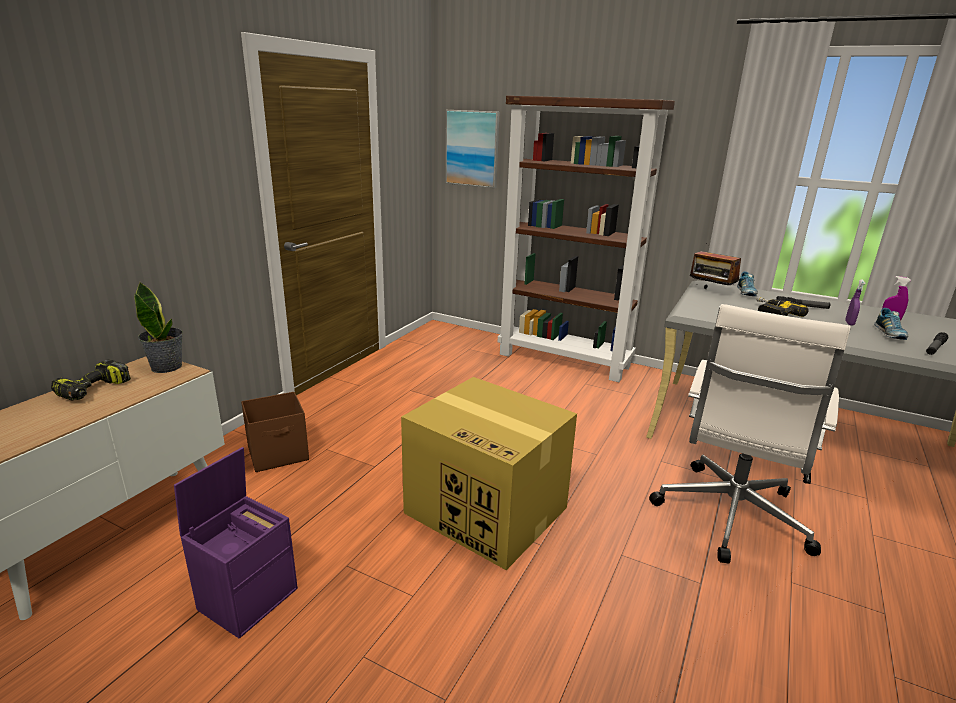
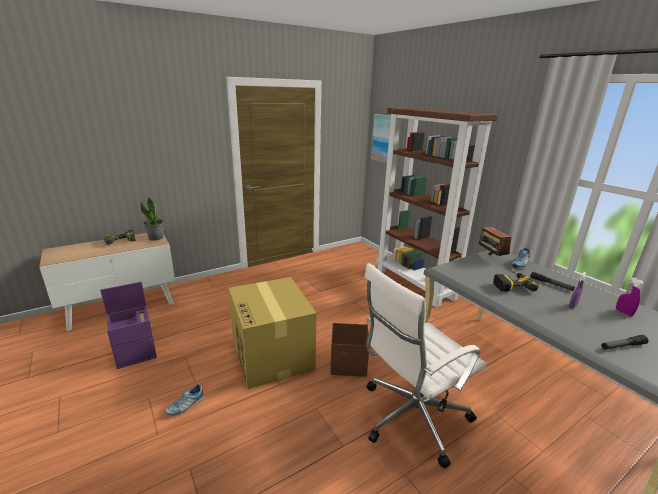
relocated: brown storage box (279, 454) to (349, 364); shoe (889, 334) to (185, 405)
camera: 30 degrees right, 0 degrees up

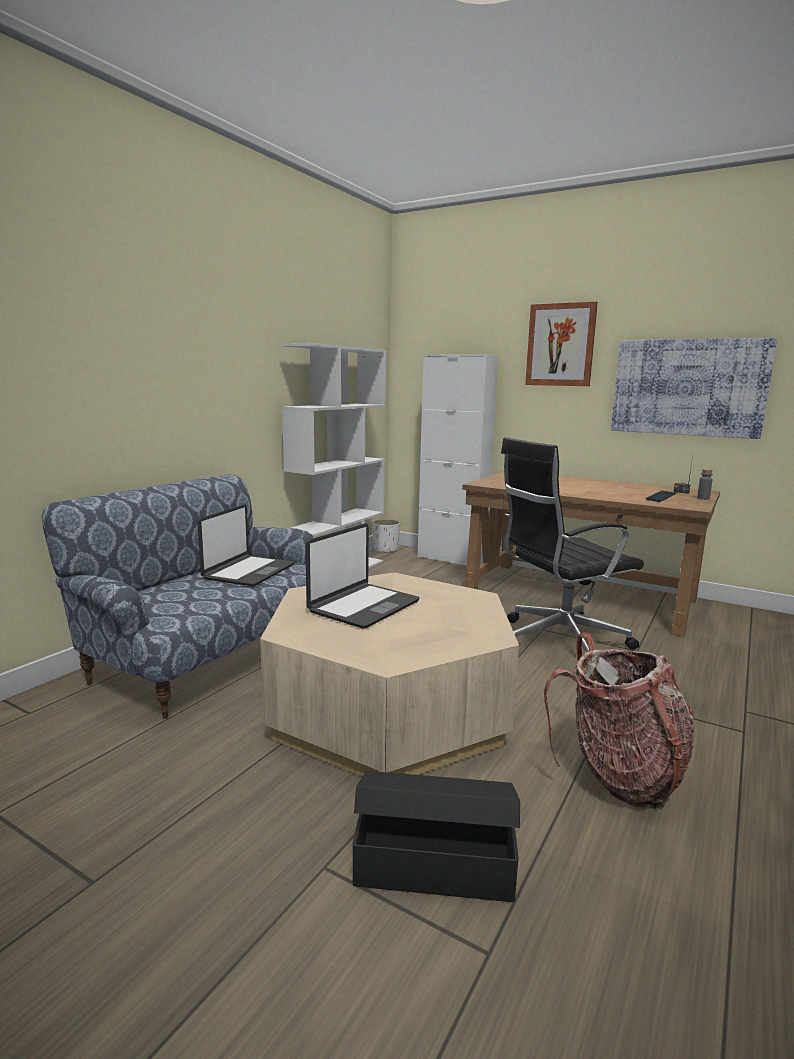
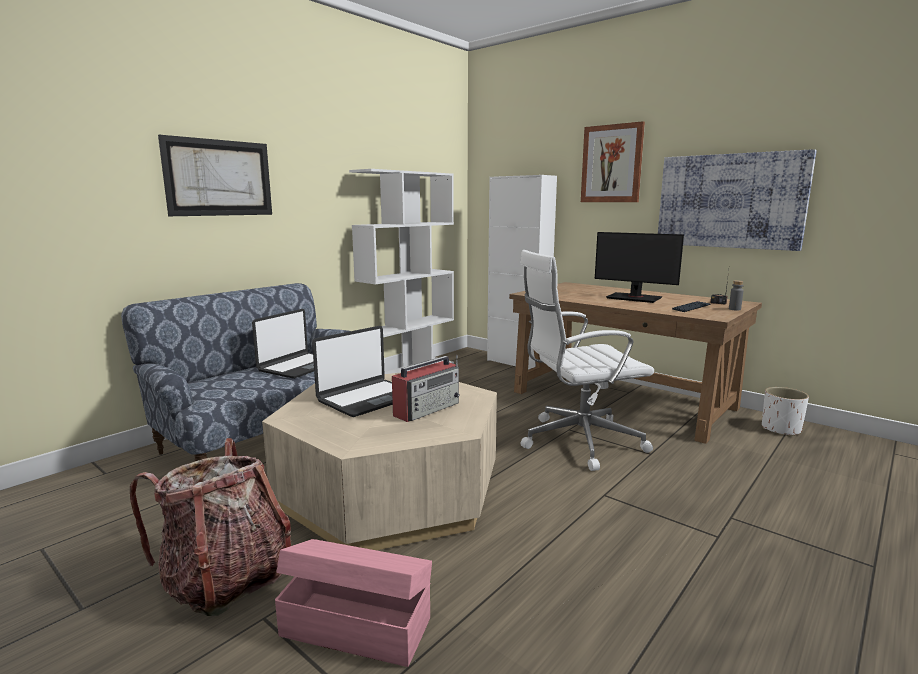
appeared: picture (219, 178); radio (427, 409); monitor (634, 298)
relocated: white planter (386, 549) to (781, 429); backpack (620, 774) to (226, 579)
colour: black storage box (432, 863) to pink storage box (355, 625); black office chair (558, 642) to white office chair (577, 441)
camera: 10 degrees right, 0 degrees up

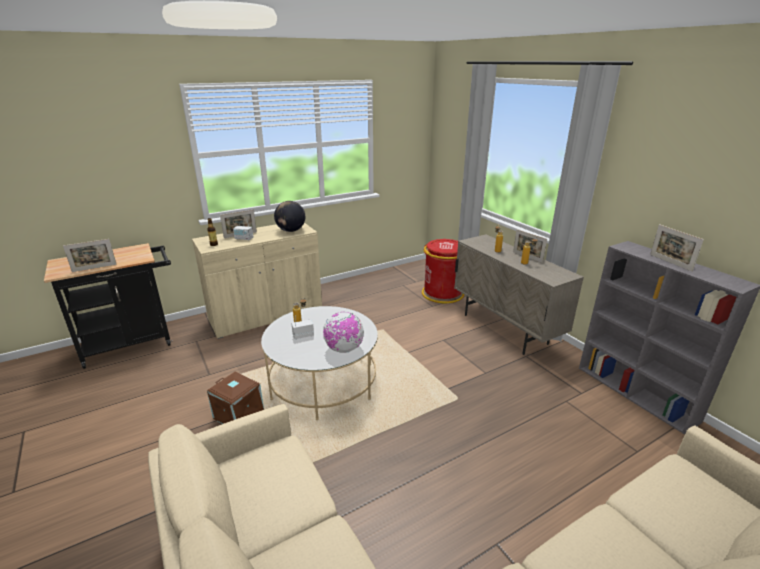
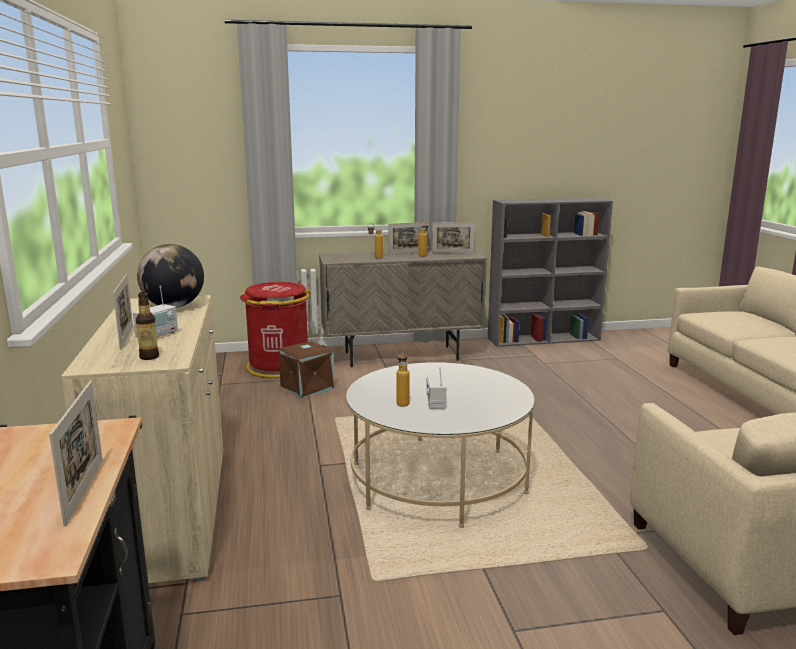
missing: globe (344, 349)
relocated: brown storage box (239, 414) to (307, 387); picture frame (670, 262) to (453, 253)
camera: 70 degrees left, 10 degrees down

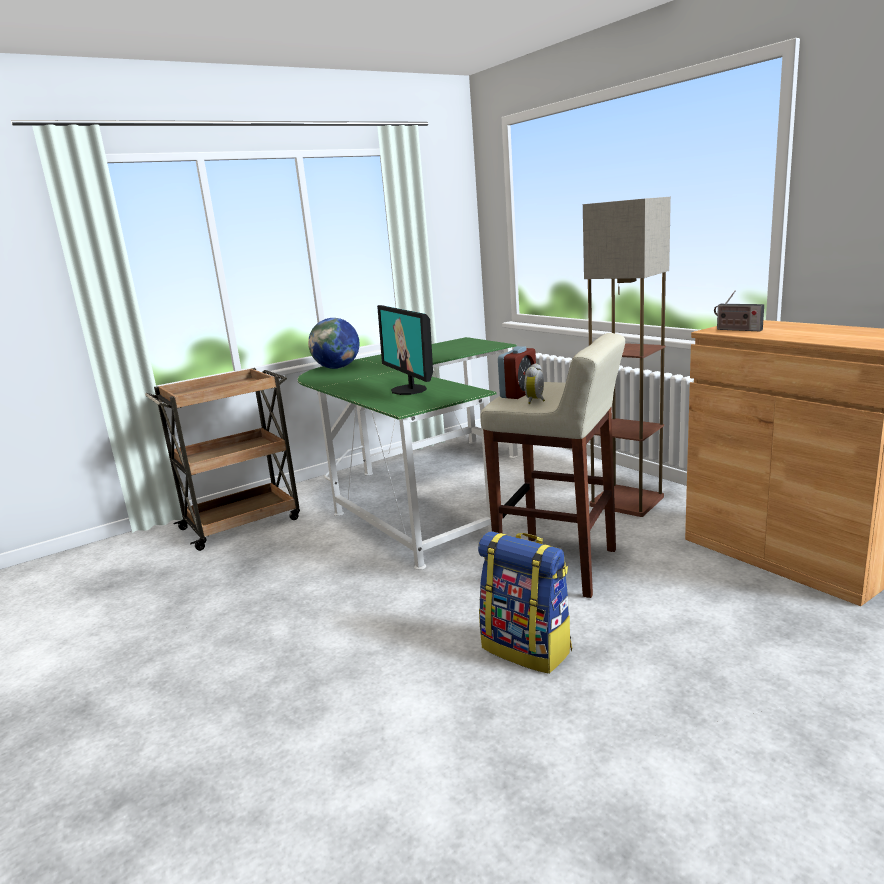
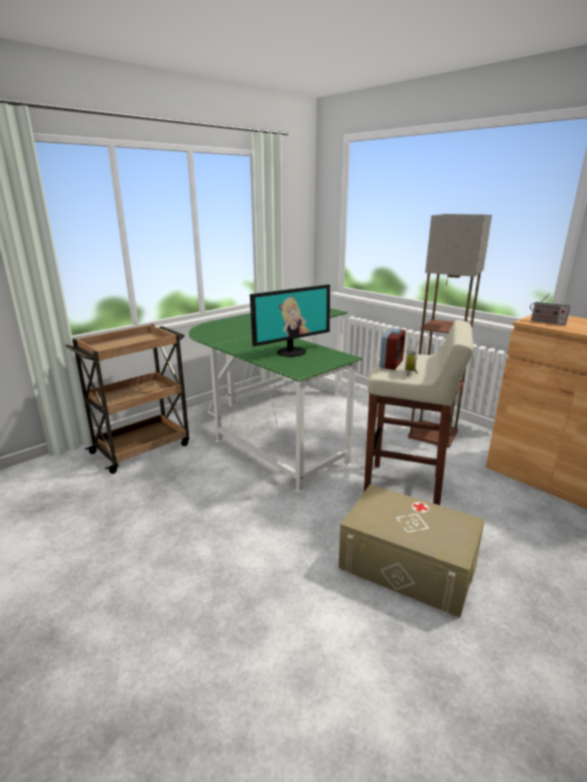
missing: globe (337, 368)
exchanged: backpack (528, 649) to beige storage box (408, 565)
spun: monitor (409, 390) = (291, 352) 90 degrees counterclockwise
camera: 10 degrees left, 5 degrees up

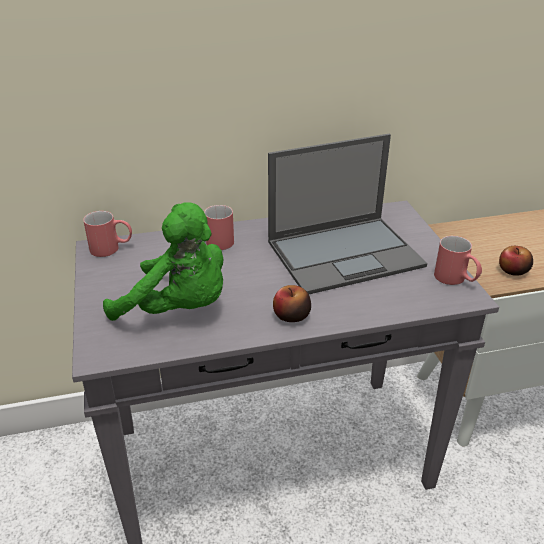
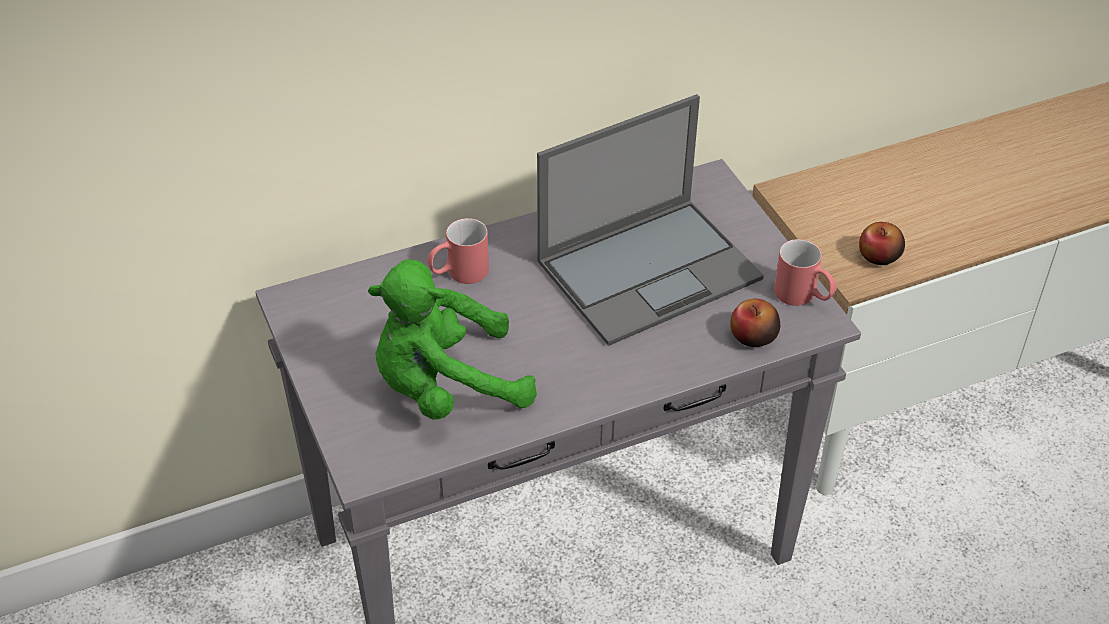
missing: red mug (112, 249)
relocated: apple (291, 316) to (753, 337)
spun: green plush toy (179, 308) = (445, 387) 150 degrees clockwise
camera: 10 degrees left, 10 degrees up

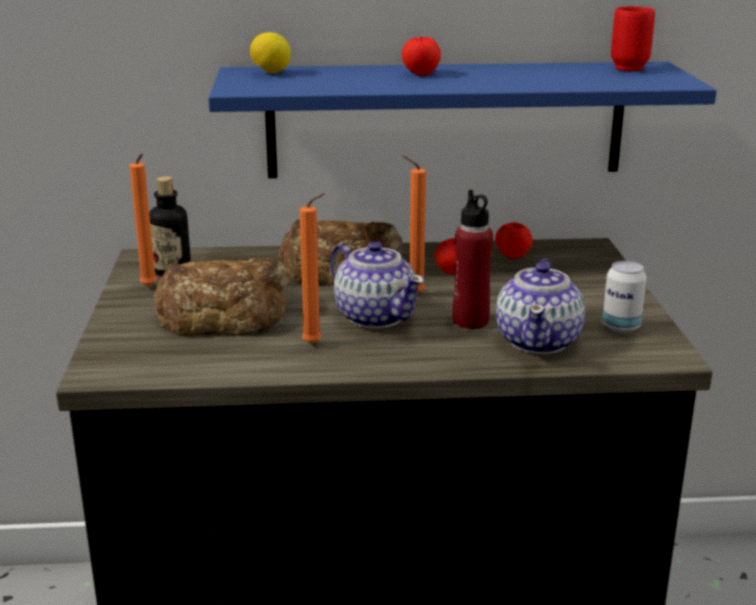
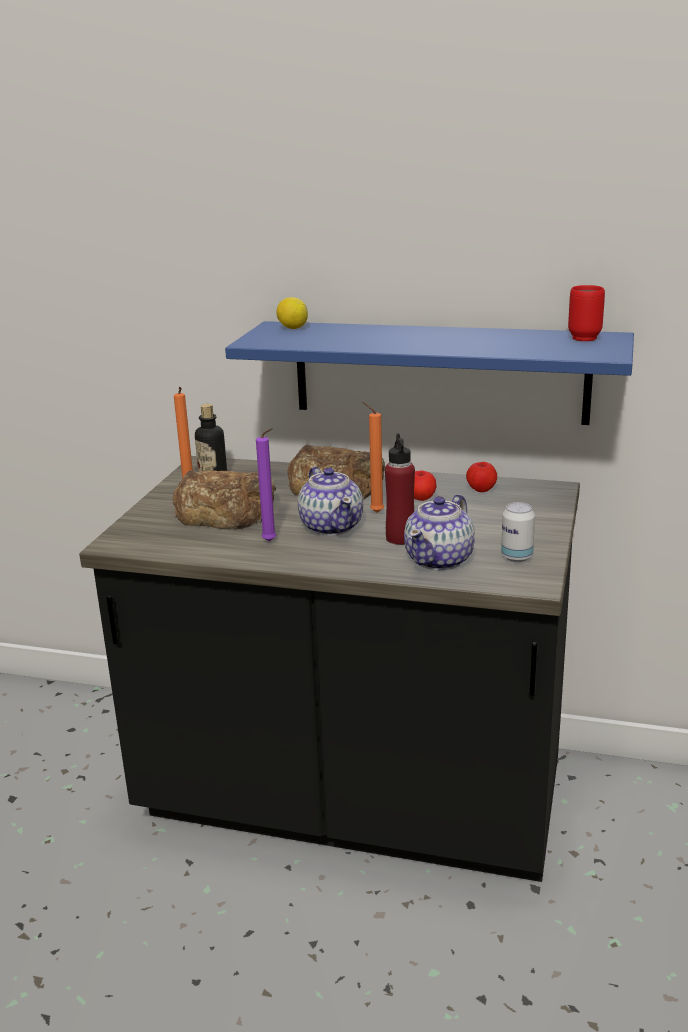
missing: apple (421, 74)
colour: orange candle (315, 344) to purple candle (271, 542)
camera: 20 degrees right, 0 degrees up

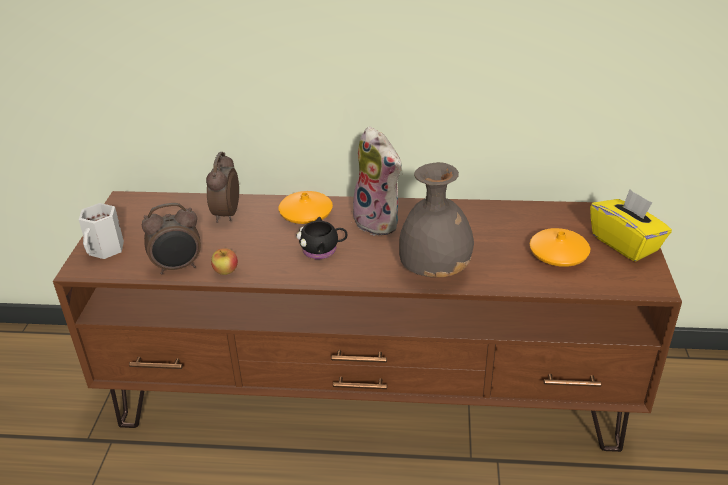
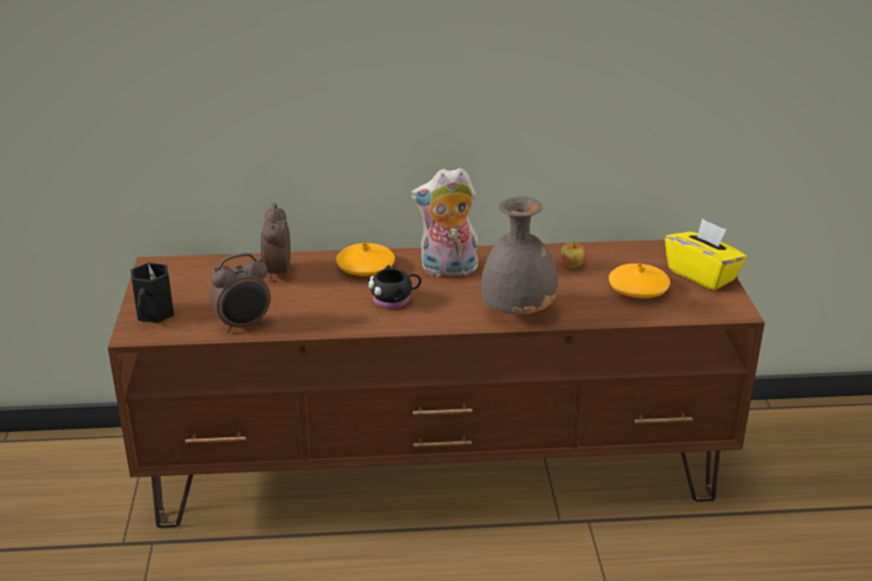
relocated: apple (226, 271) to (572, 265)
colour: white mug (106, 249) to black mug (155, 313)
spun: plush toy (380, 222) = (447, 270) 135 degrees clockwise
camera: 10 degrees left, 5 degrees down

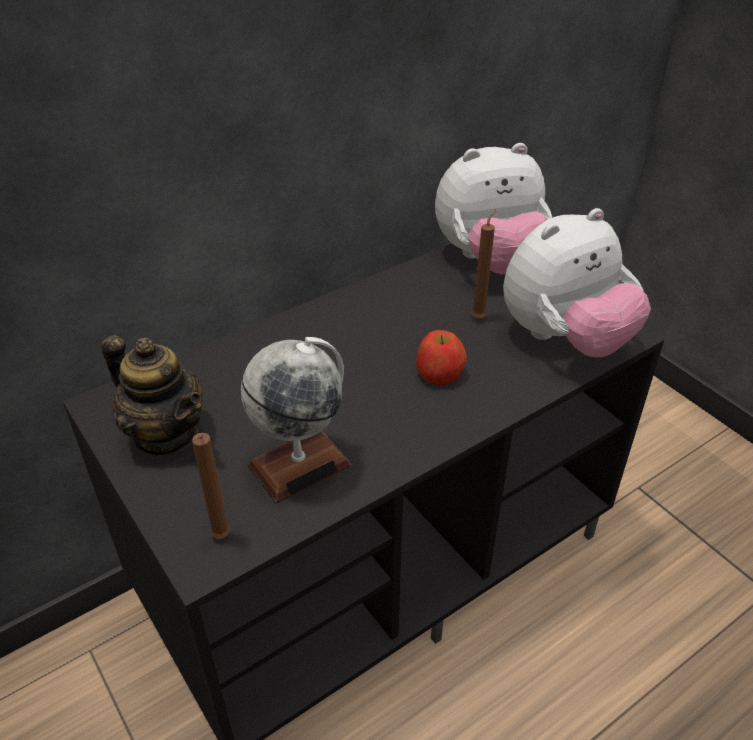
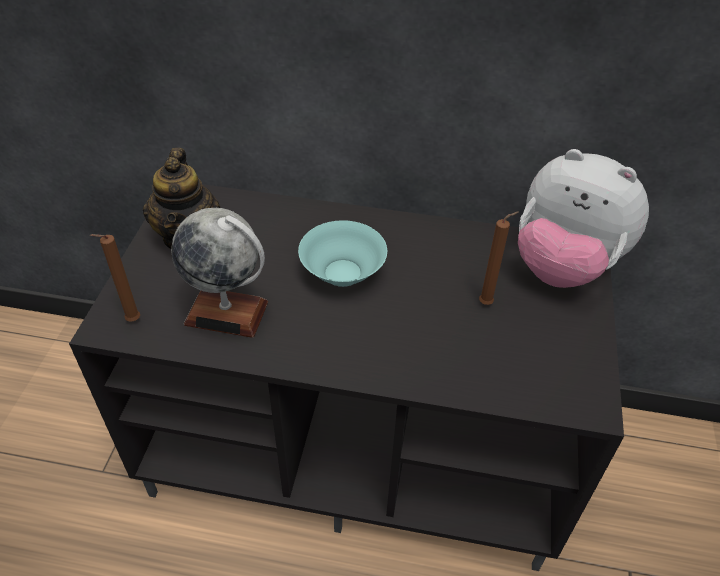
missing: apple (439, 373); plush toy (565, 339)
appeared: turquoise bowl (343, 272)
camera: 45 degrees right, 5 degrees up

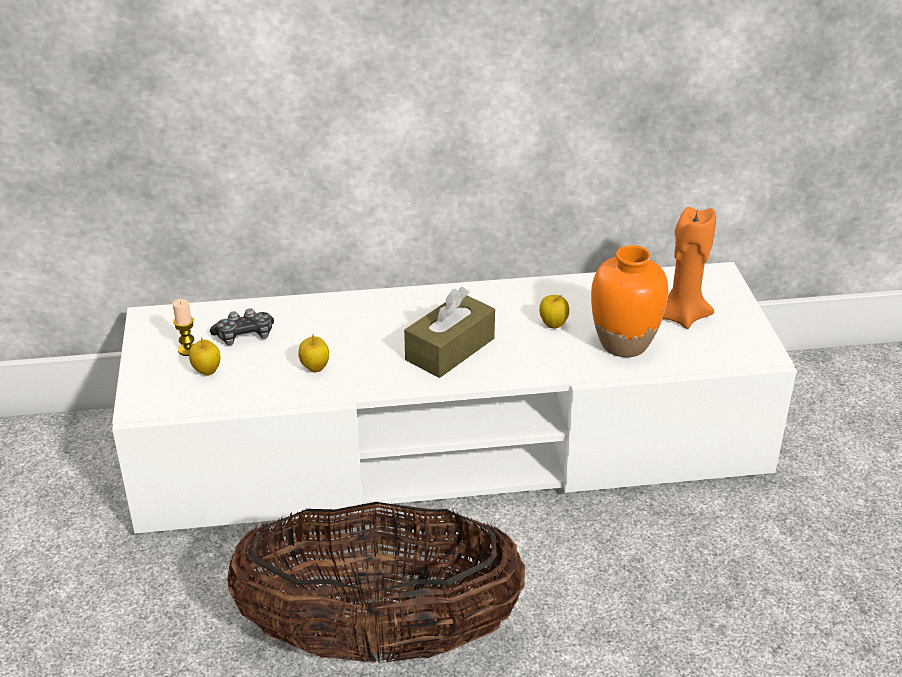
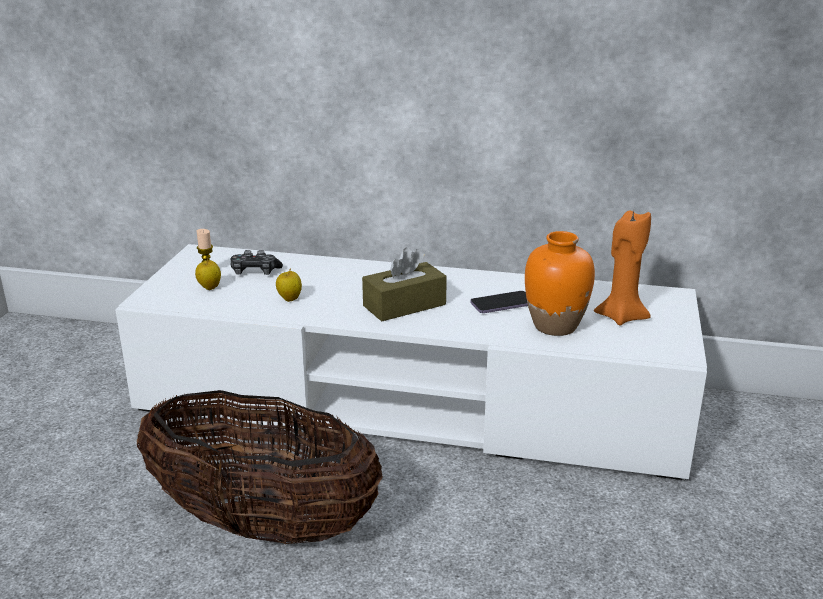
exchanged: apple (553, 325) to phone (502, 304)
camera: 20 degrees right, 10 degrees down

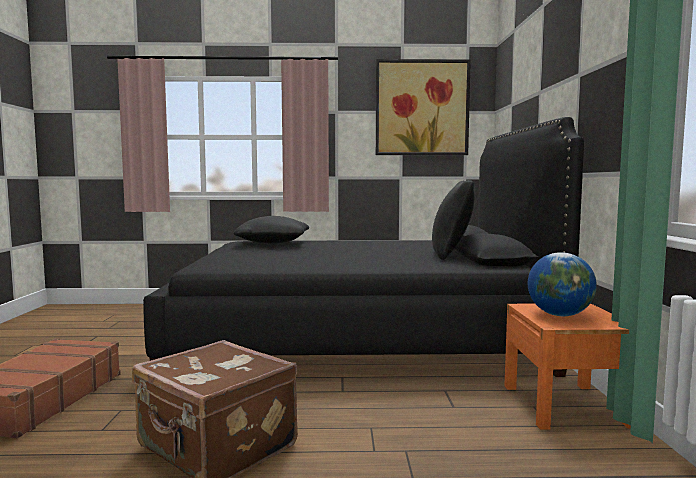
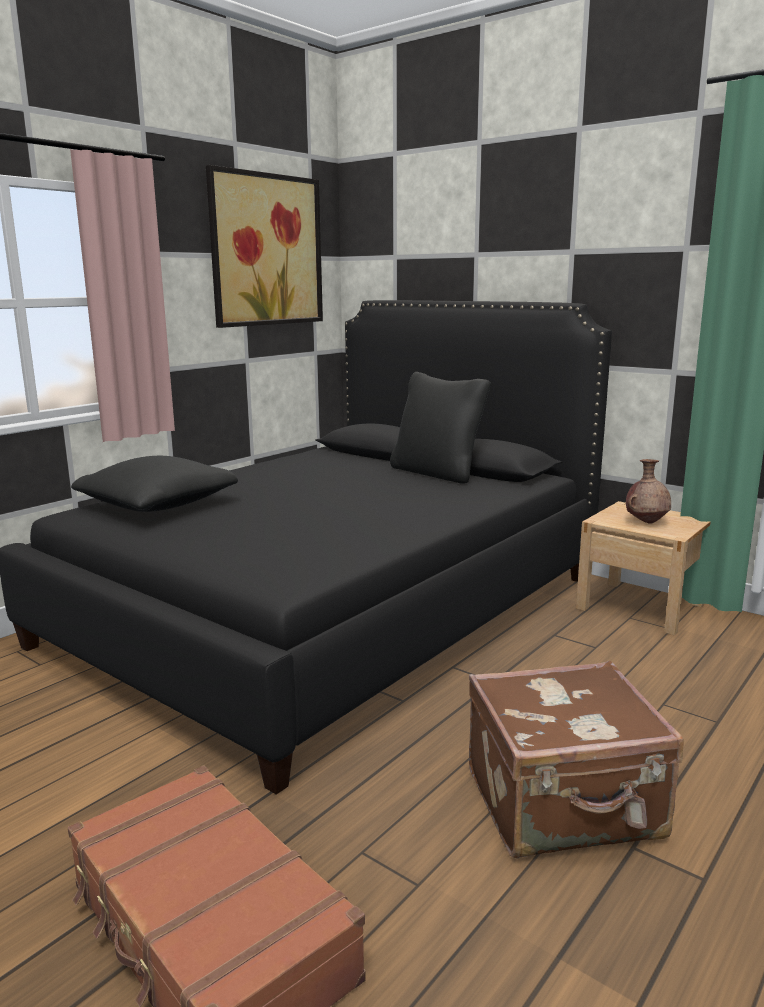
exchanged: globe (559, 315) to brown vase (647, 522)
colour: orange nightstand (565, 405) to beige nightstand (640, 606)
camera: 50 degrees left, 10 degrees up

